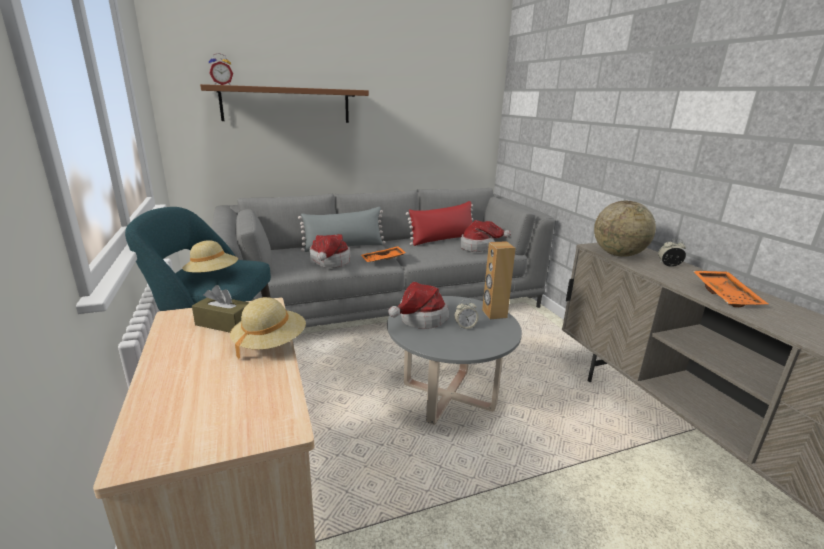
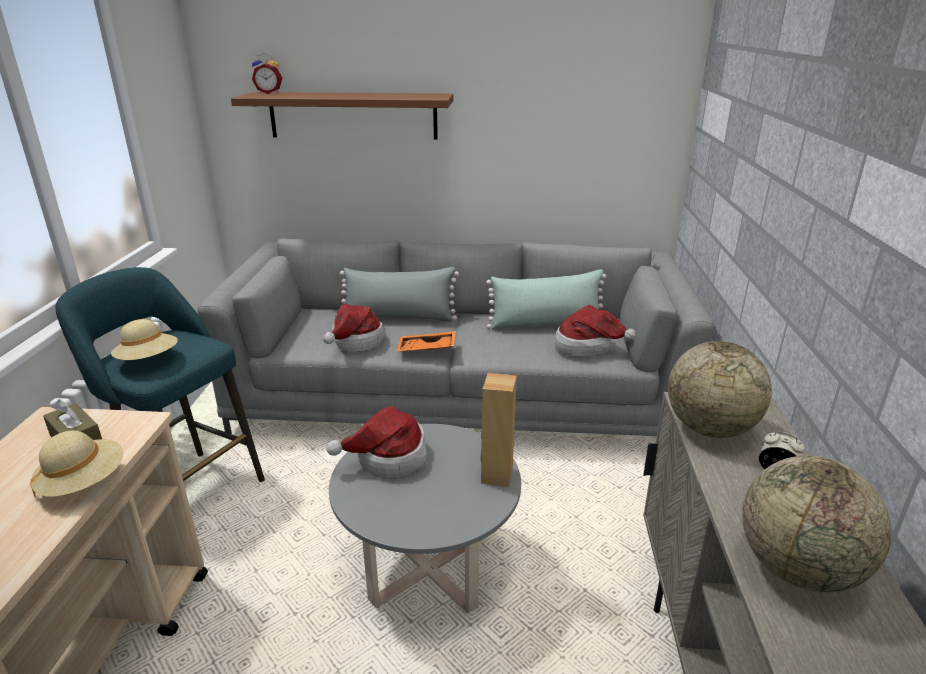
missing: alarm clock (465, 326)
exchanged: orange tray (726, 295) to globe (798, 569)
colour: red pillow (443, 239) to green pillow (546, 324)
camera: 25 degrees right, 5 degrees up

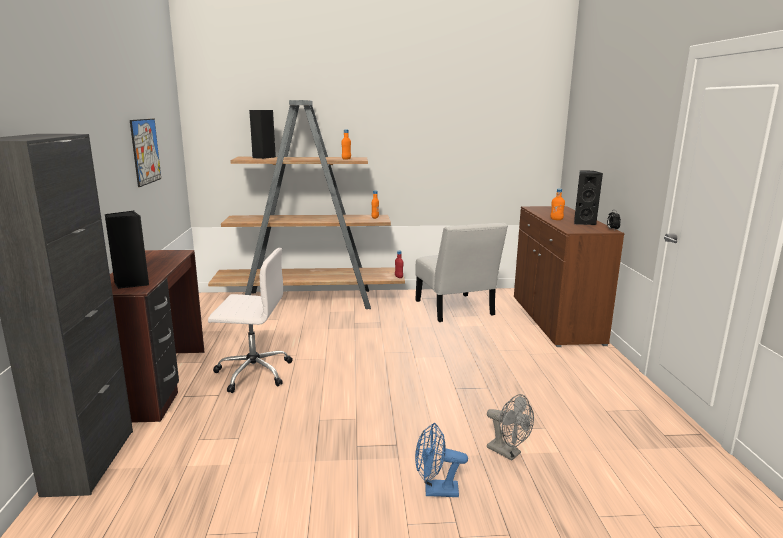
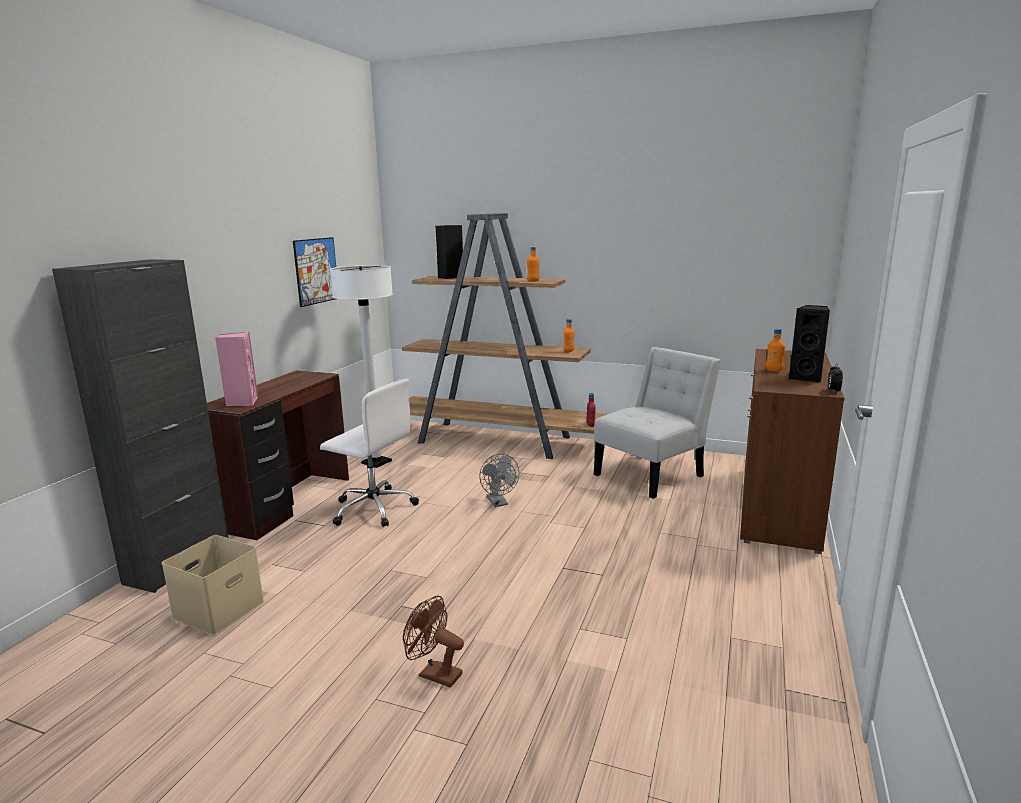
appeared: beige storage box (219, 608); white floor lamp (376, 462)
relocated: grey fan (508, 453) to (499, 503)
colour: black speaker (131, 283) to pink speaker (242, 402); blue fan (435, 491) to brown fan (434, 674)
spun: white chair (455, 310) = (652, 474) 135 degrees counterclockwise
camera: 25 degrees right, 0 degrees up

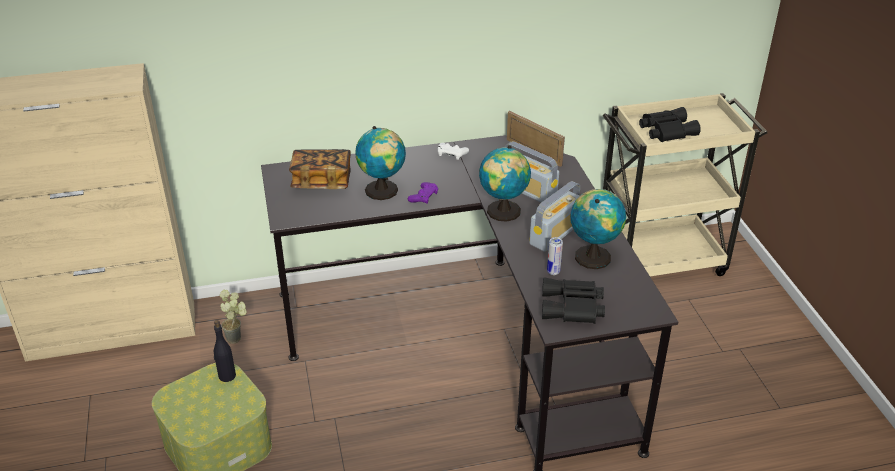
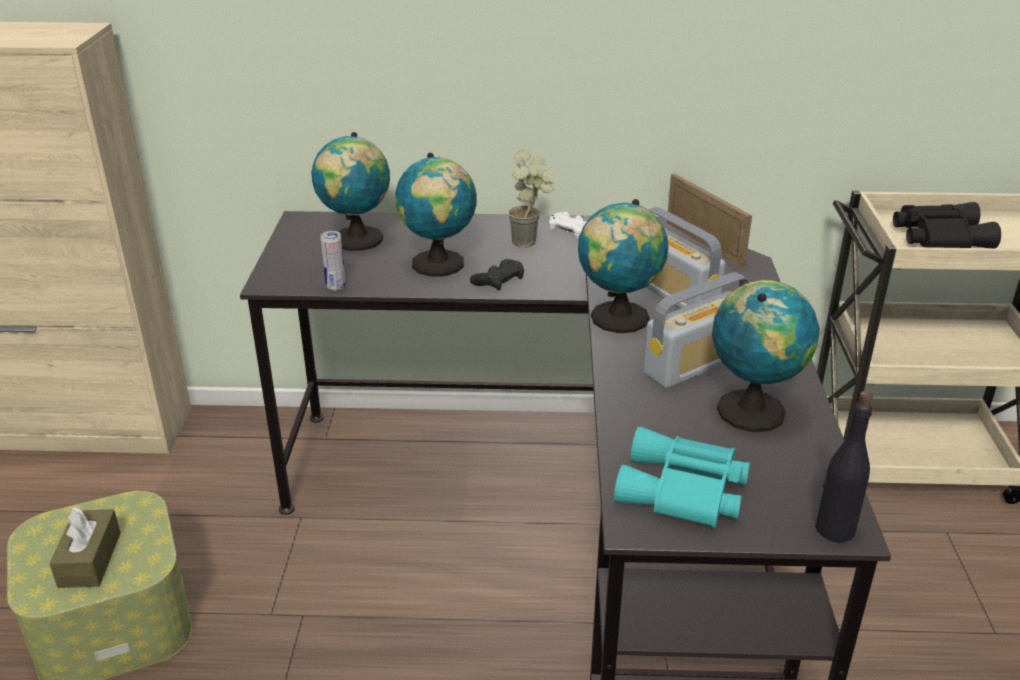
appeared: brown tissue box (90, 560)
relocated: black bottle (227, 376) to (834, 529); potted plant (238, 338) to (531, 243); can (553, 272) to (336, 287)
exchanged: book (322, 181) to globe (356, 241)
colour: purple game controller (423, 196) to black game controller (499, 280); black binoculars (573, 308) to turquoise binoculars (683, 492)
camera: 15 degrees right, 5 degrees down

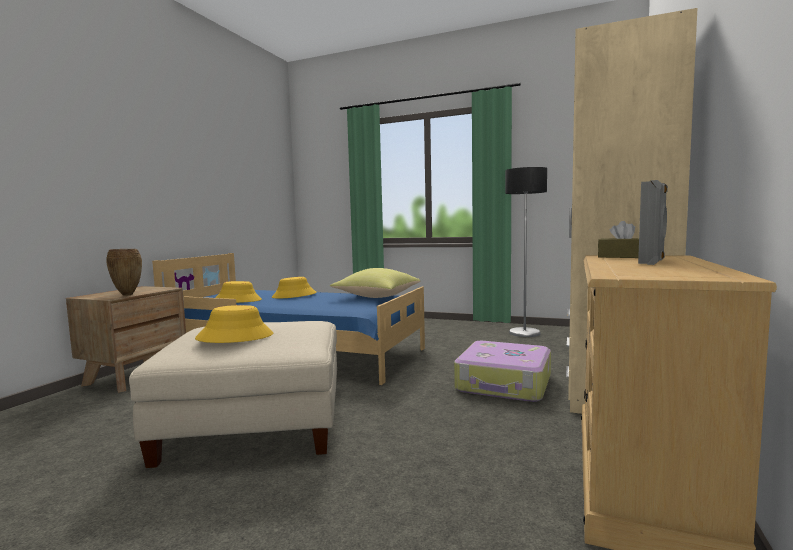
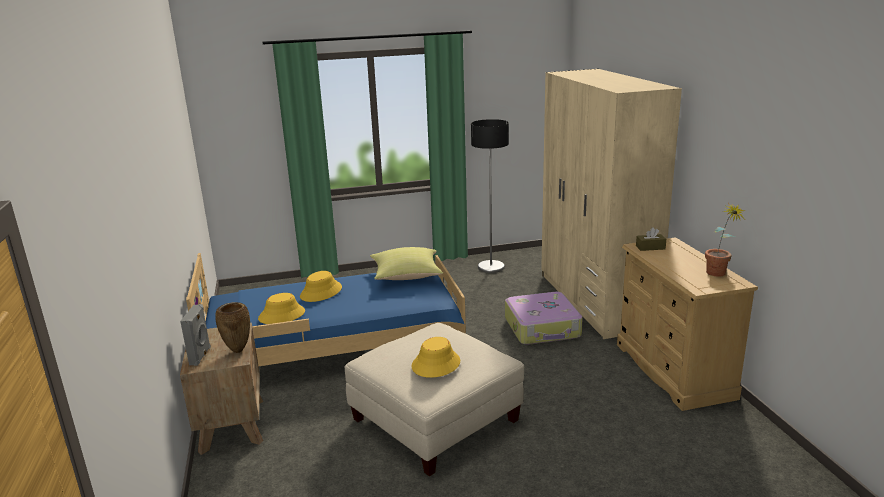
appeared: potted plant (718, 275)
relocated: grey speaker (653, 262) to (201, 356)
camera: 35 degrees left, 15 degrees up

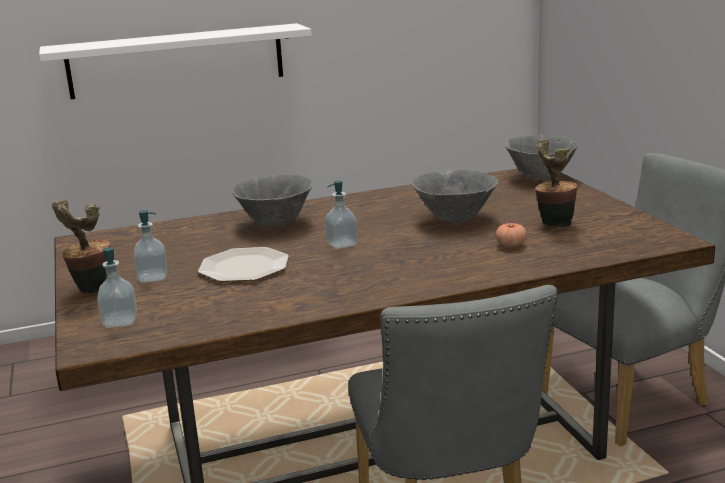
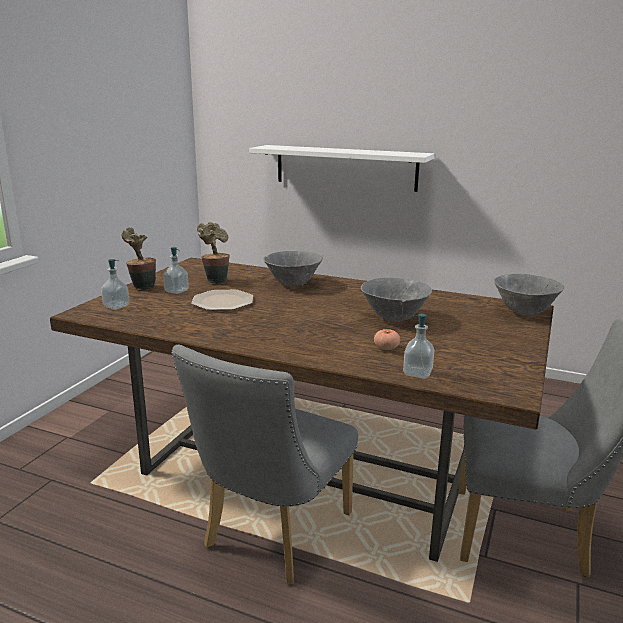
relocated: soap dispenser (342, 244) to (417, 373); potted plant (553, 224) to (215, 281)
camera: 40 degrees right, 0 degrees up

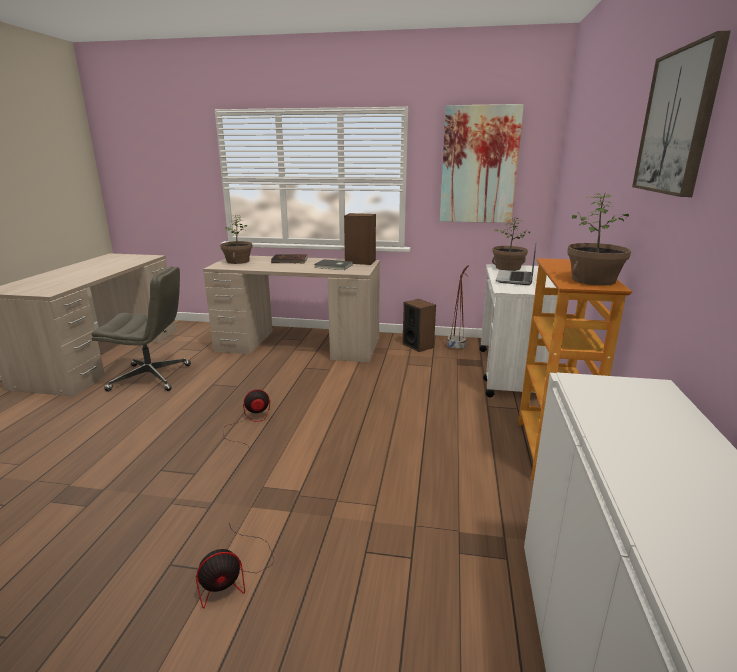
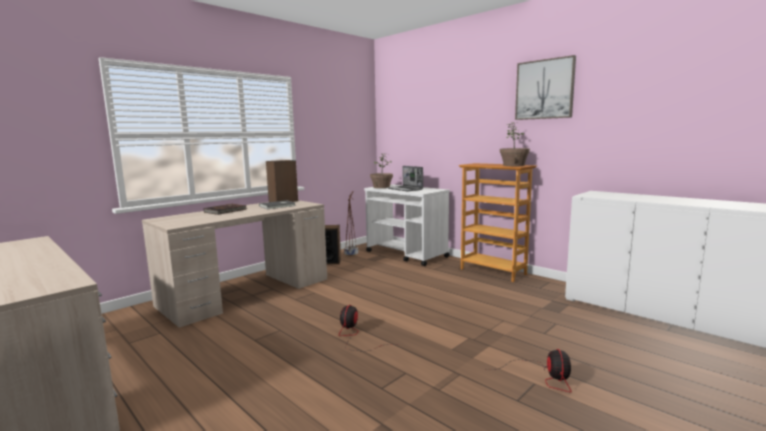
missing: grey office chair (152, 377); potted plant (237, 261); picture (479, 165)
camera: 55 degrees left, 10 degrees down

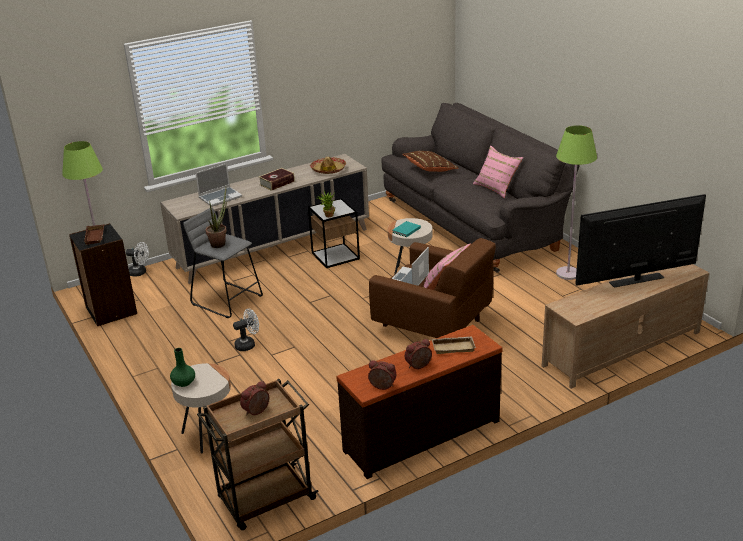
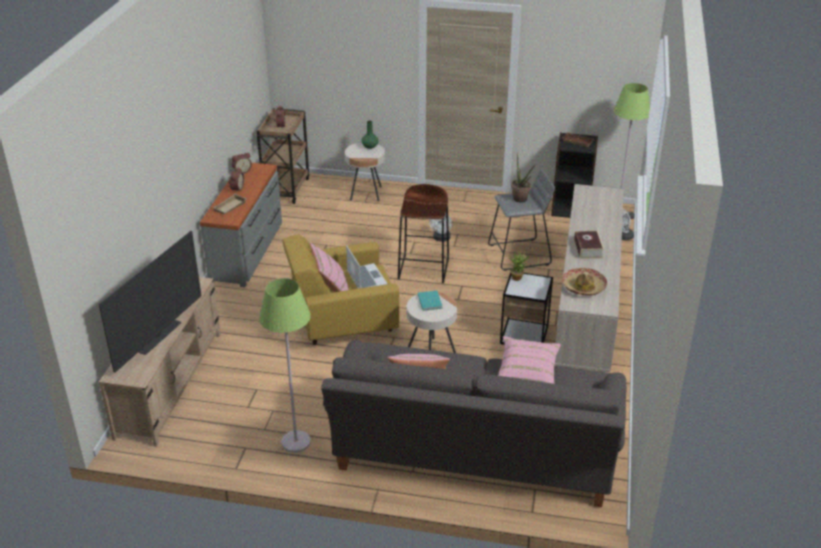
missing: laptop (220, 197)
appeared: brown stool (424, 268)
colour: brown dresser (421, 434) to grey dresser (248, 252); brown armchair (434, 324) to yellow armchair (342, 321); brown pillow (430, 169) to pink pillow (527, 372)
camera: 130 degrees right, 5 degrees up

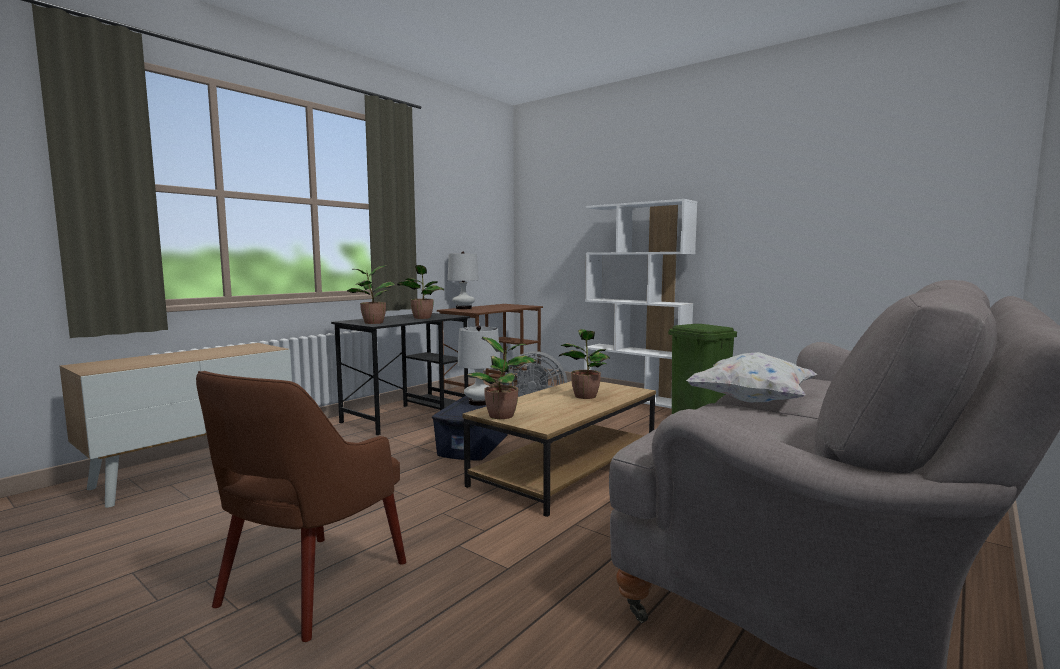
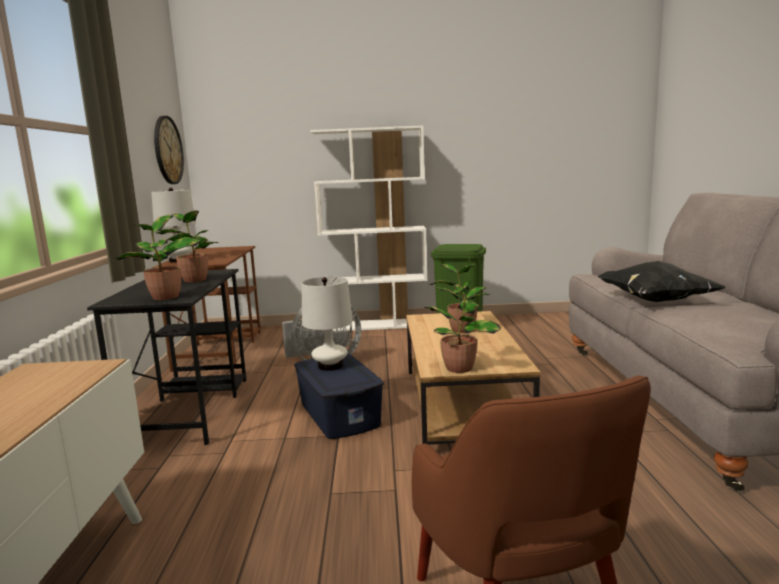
appeared: wall clock (167, 150)
colour: white pillow (752, 401) to black pillow (654, 301)
camera: 40 degrees left, 5 degrees up

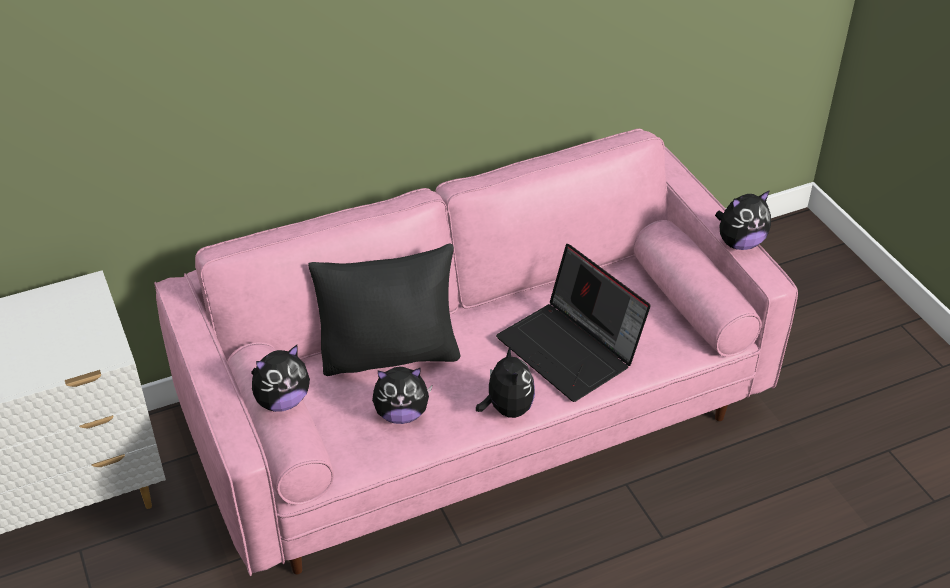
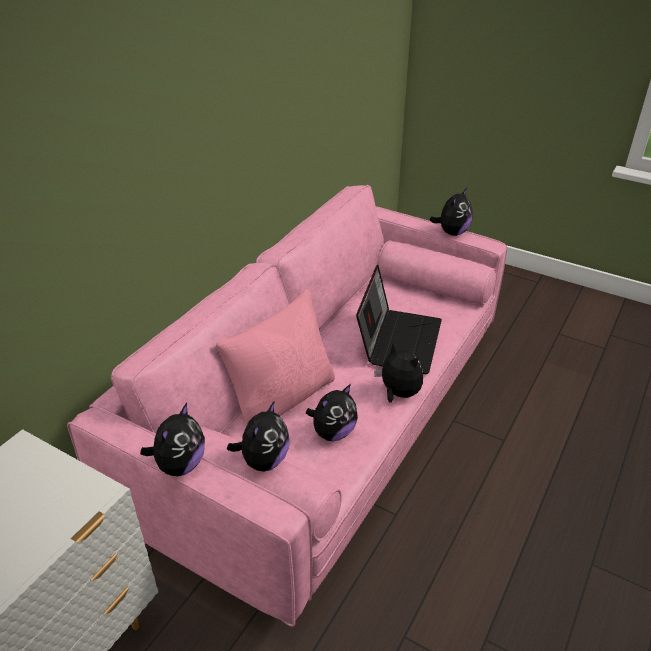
appeared: plush toy (180, 465)
colour: black pillow (390, 354) to pink pillow (284, 397)
spun: laptop (571, 350) = (398, 340) 90 degrees counterclockwise
camera: 35 degrees left, 5 degrees down

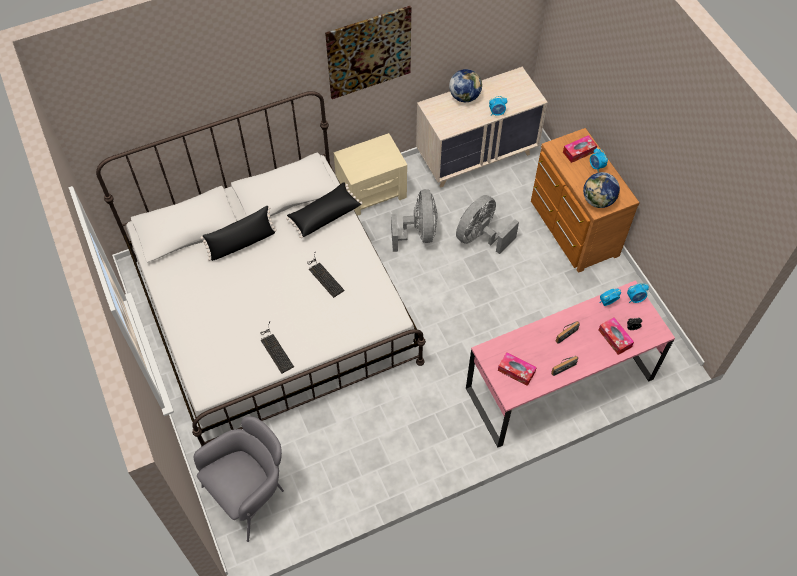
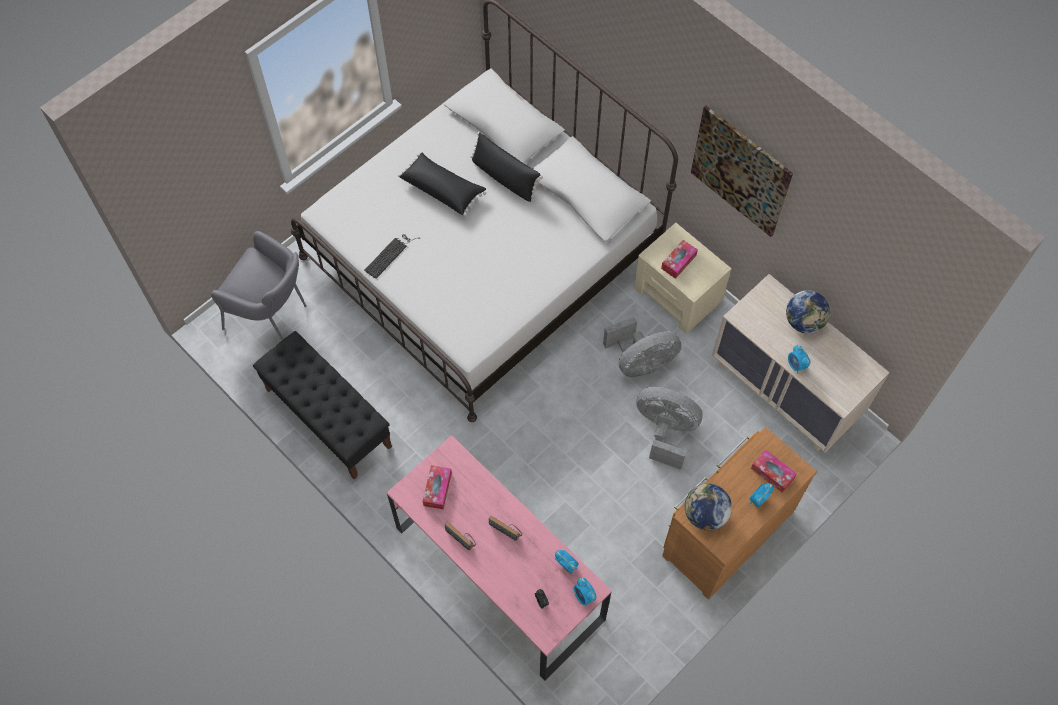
missing: keyboard (324, 276)
appeared: black bench (328, 417)
relocated: black pillow (324, 215) to (443, 189); tissue box (615, 338) to (678, 262)
camera: 70 degrees right, 5 degrees up

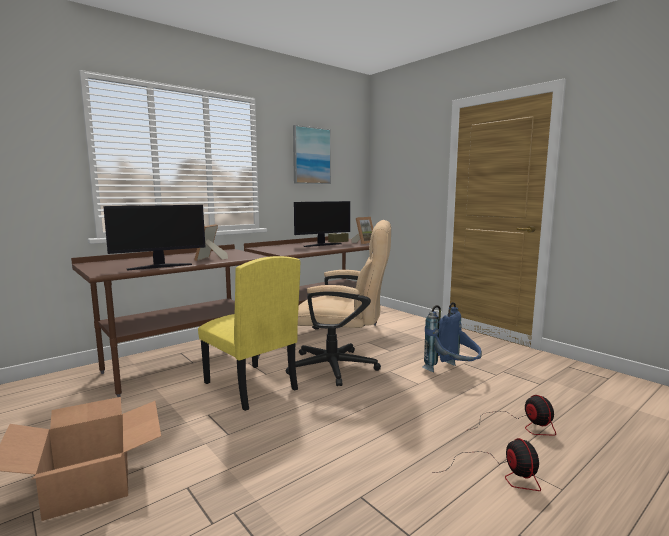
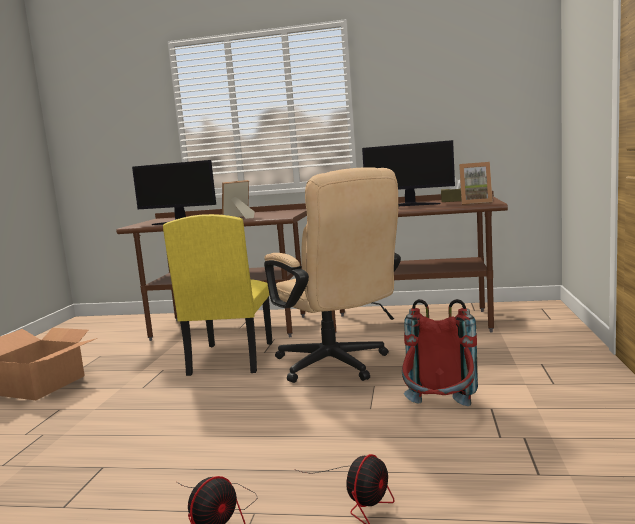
missing: picture (311, 156)
colour: blue backpack (453, 374) to red backpack (440, 414)
camera: 50 degrees right, 0 degrees up

